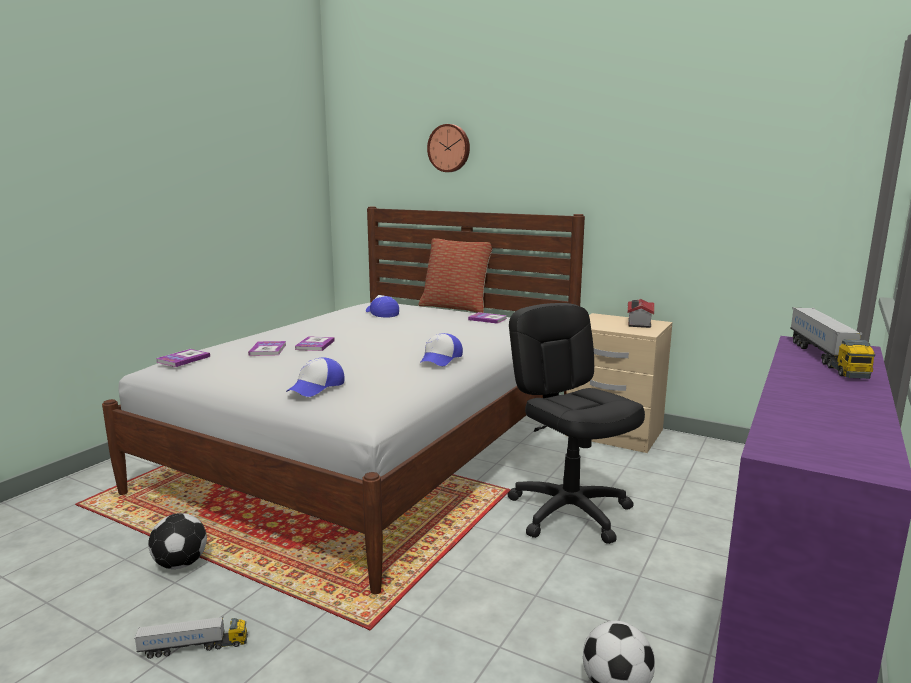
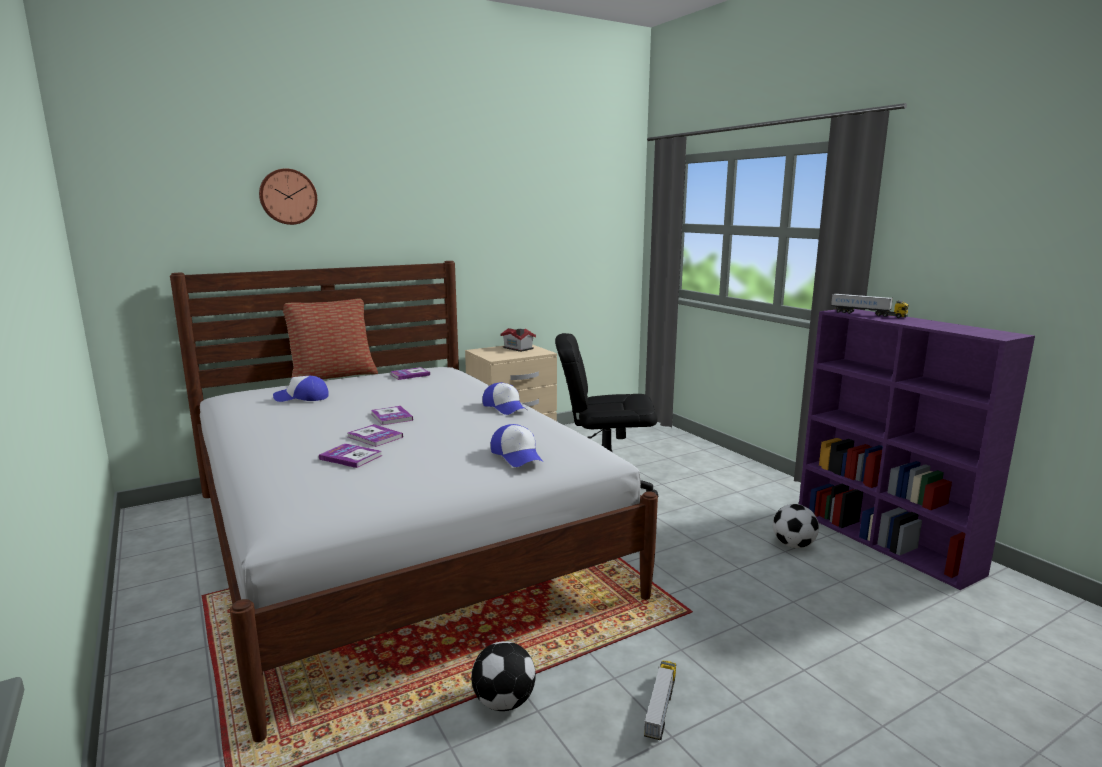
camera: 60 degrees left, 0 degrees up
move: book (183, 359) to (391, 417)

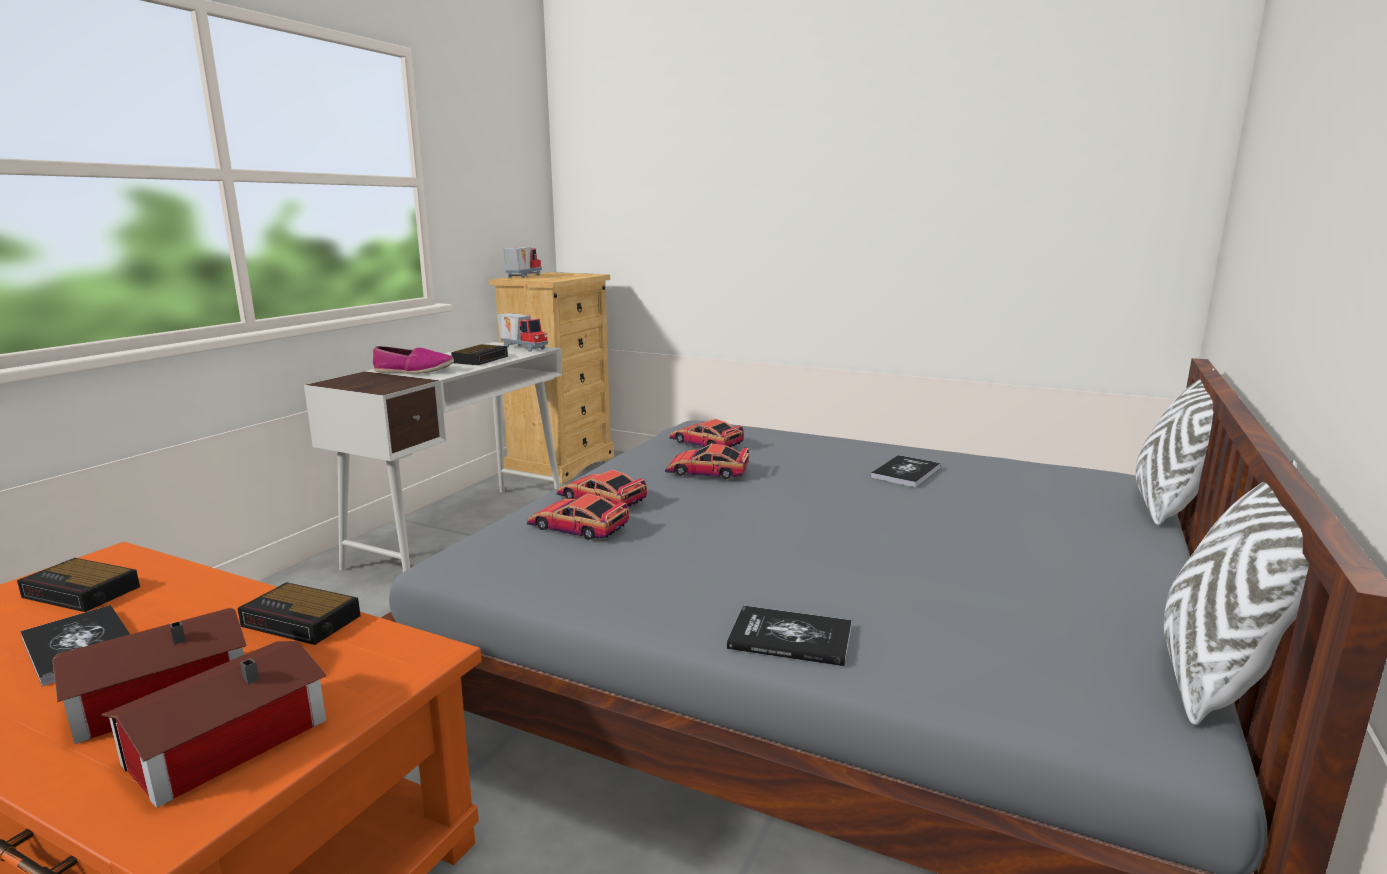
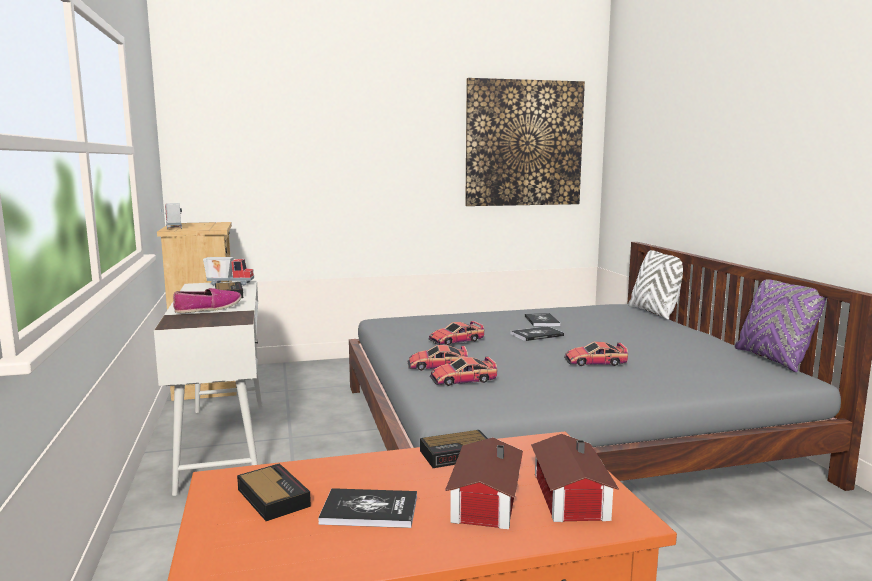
camera: 40 degrees left, 5 degrees down
insert: picture (524, 143)
move: toy car (705, 443) to (594, 362); book (790, 638) to (537, 335)
recolor: white pillow (1215, 676) to purple pillow (773, 359)
rotate: alarm clock (83, 592) = (272, 497) 105 degrees counterclockwise

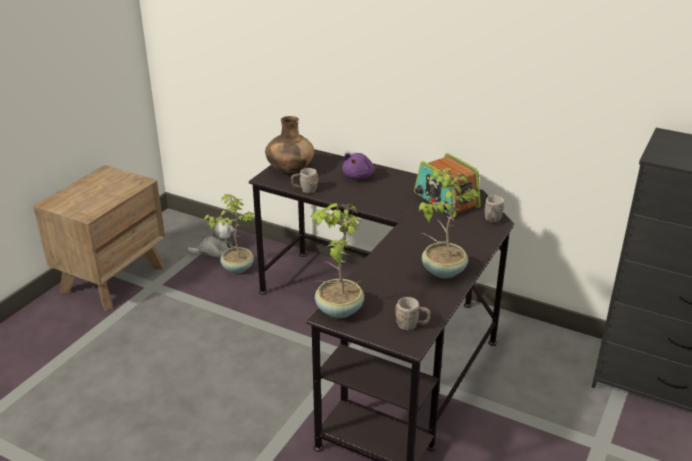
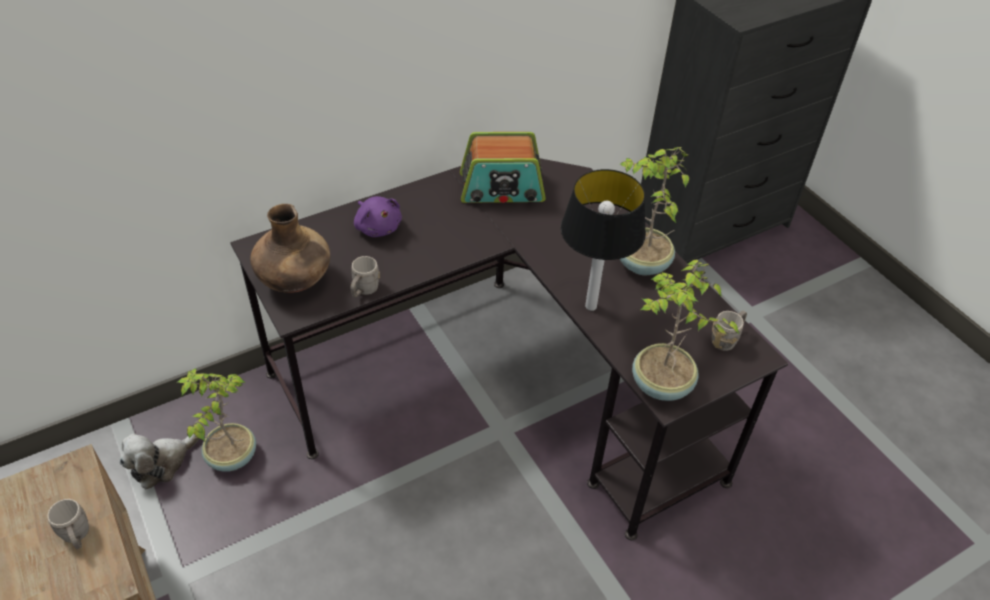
camera: 60 degrees left, 15 degrees up
insert: table lamp (590, 305)
move: grey mug (491, 220) to (77, 536)
rotate: plush toy (215, 250) = (162, 463) 150 degrees counterclockwise

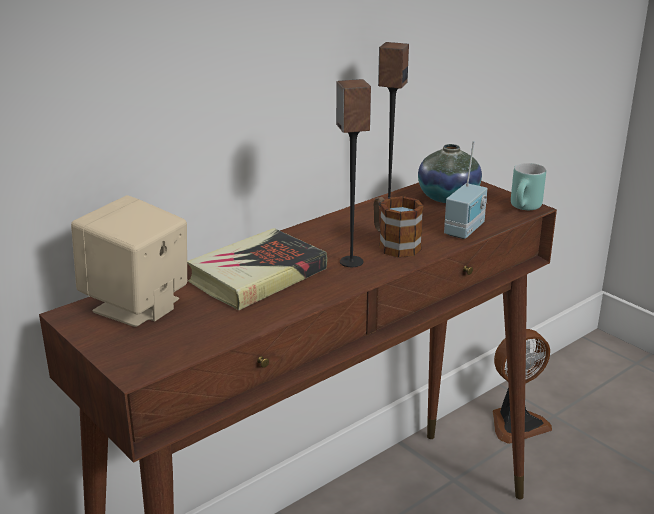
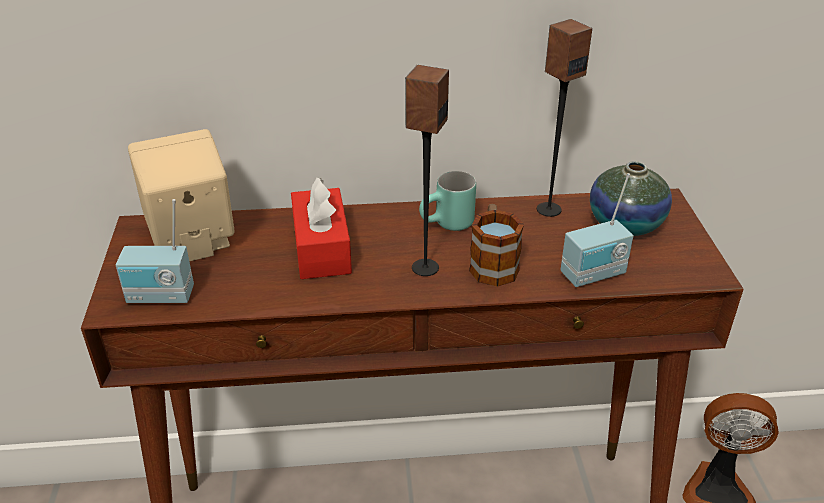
camera: 35 degrees right, 10 degrees up
insert: radio (160, 297)
move: turquoise mug (526, 209) to (448, 226)
replace: book (257, 276) to red tissue box (321, 248)

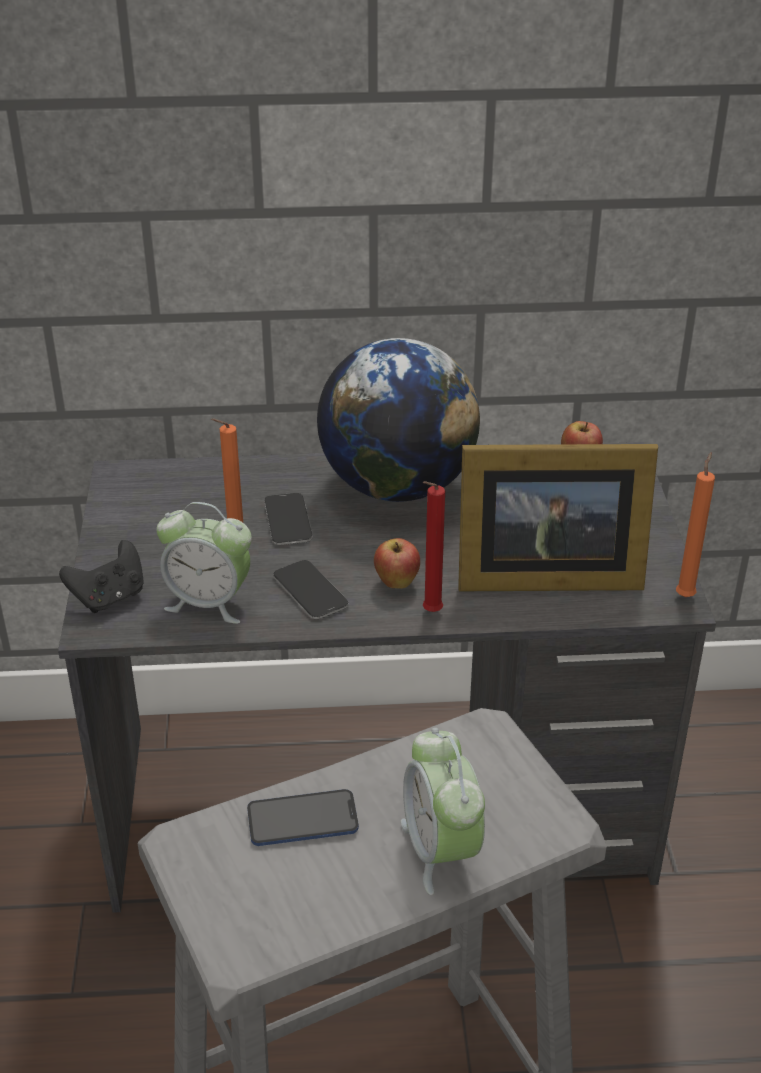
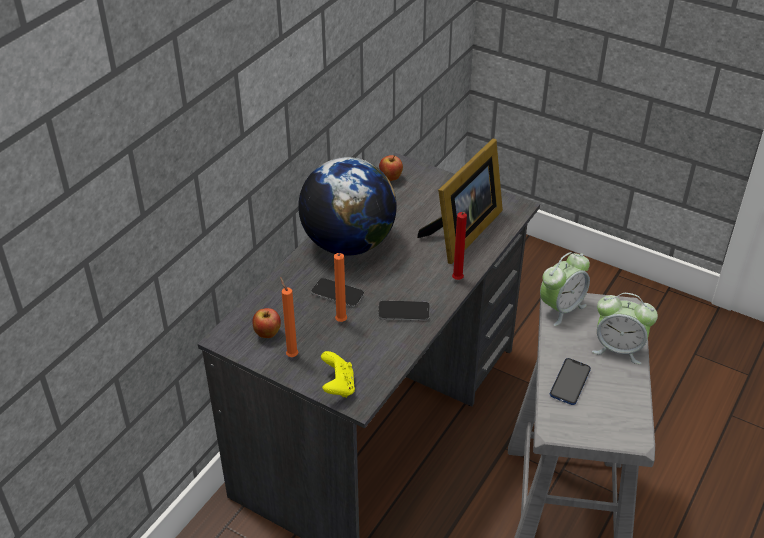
camera: 55 degrees left, 5 degrees up
move: alarm clock (209, 602) to (561, 308); apple (397, 583) to (267, 334); orange candle (685, 595) to (291, 355)
recolor: black game controller (109, 597) to yellow game controller (338, 386)

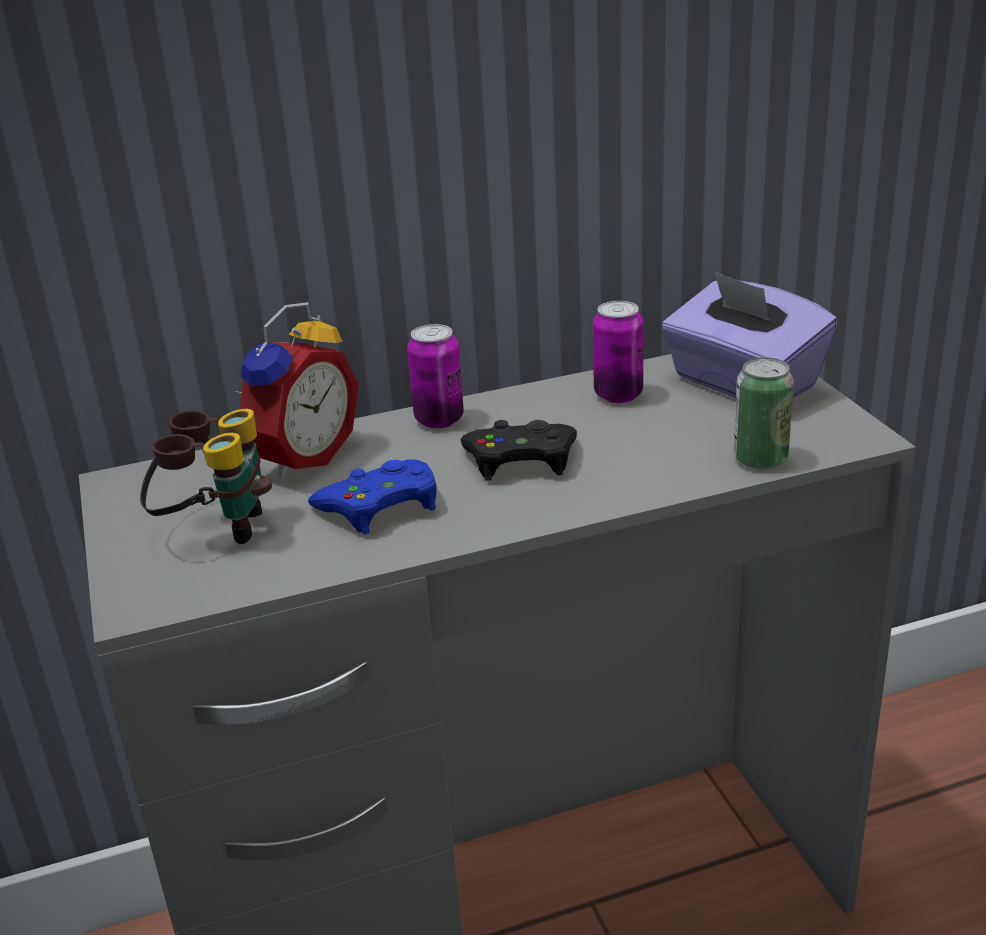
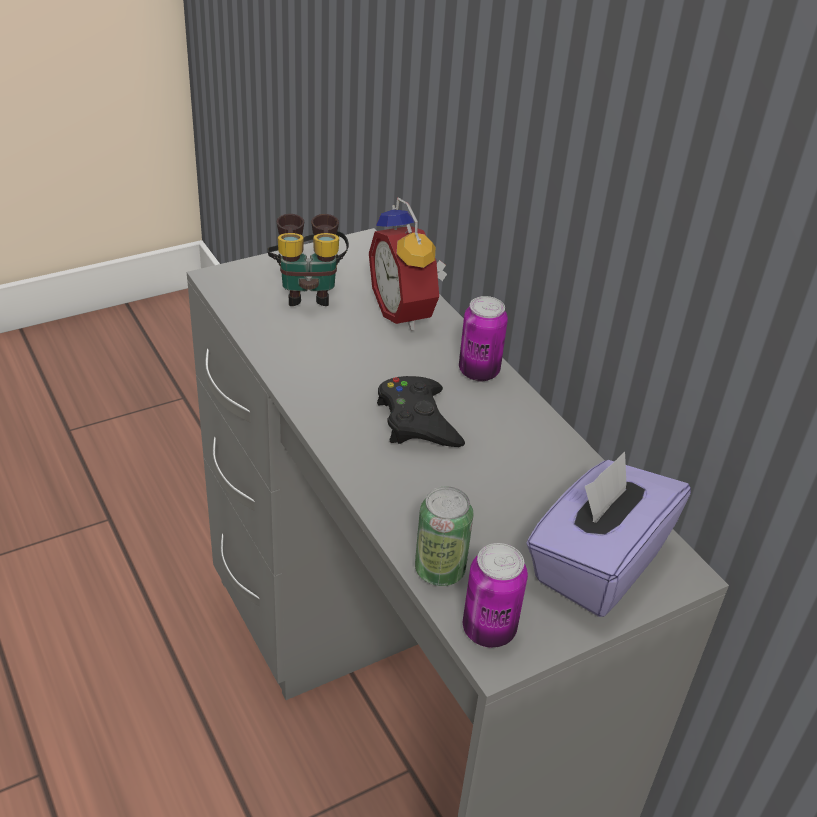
camera: 75 degrees right, 10 degrees up
delete: blue game controller (380, 505)
move: can (618, 395) to (488, 630)
rotate: alarm clock (301, 457) = (407, 312) 45 degrees clockwise

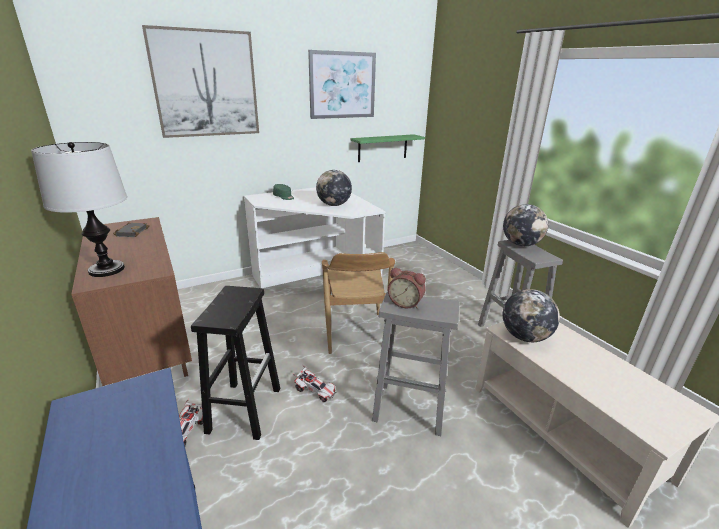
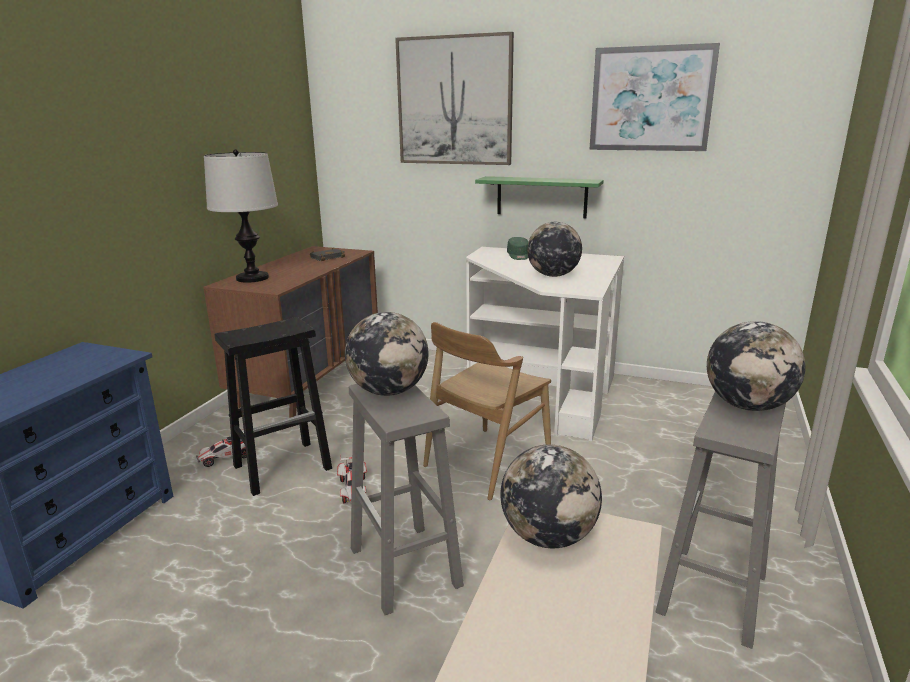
camera: 50 degrees right, 5 degrees down
move: green shelf (382, 148) to (541, 197)
replace: alarm clock (406, 303) to globe (389, 391)

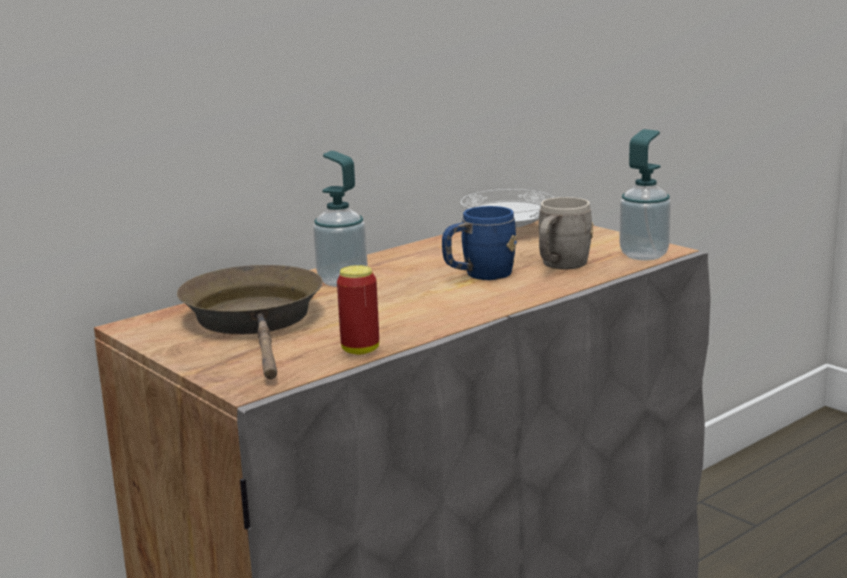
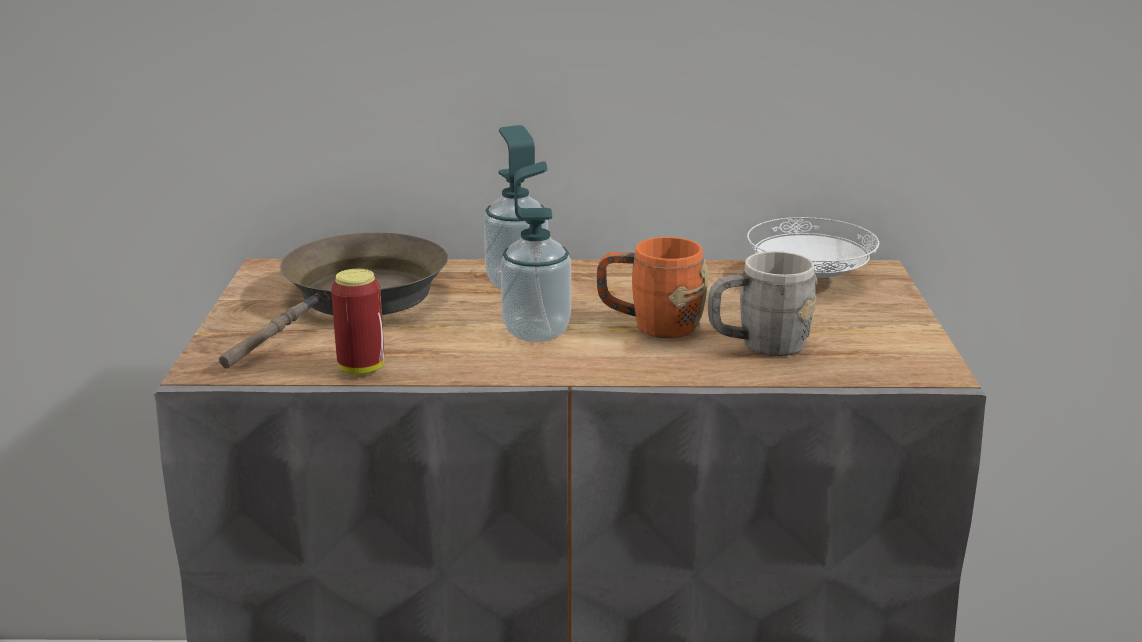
camera: 40 degrees right, 5 degrees up
move: soap dispenser (644, 255) to (536, 332)
recolor: blue mug (479, 276) to orange mug (650, 326)

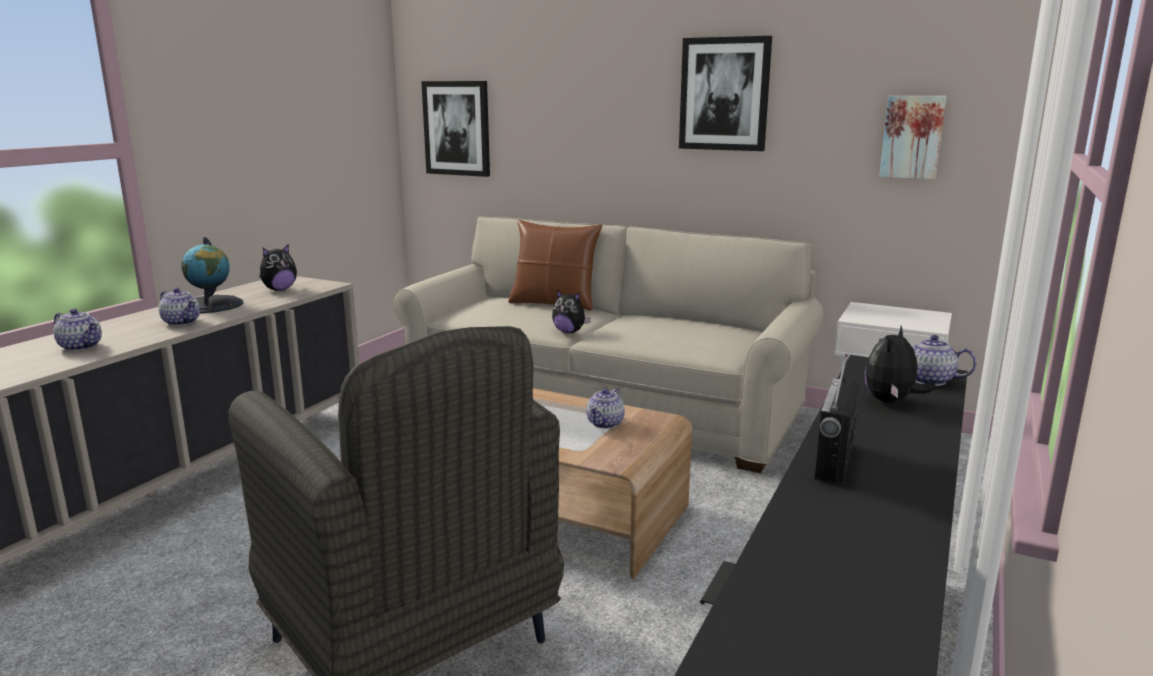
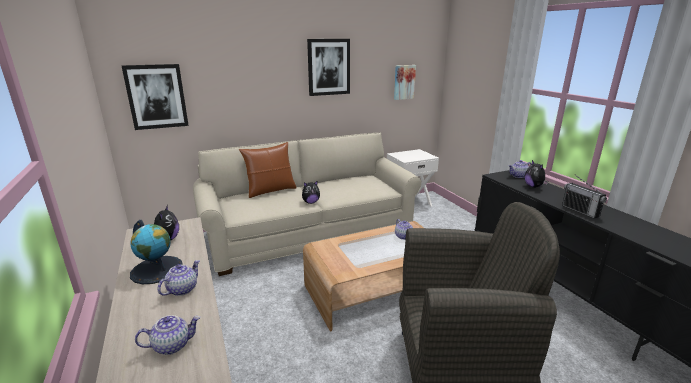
camera: 50 degrees left, 5 degrees up
rotate: teapot (182, 322) = (182, 289) 45 degrees counterclockwise

